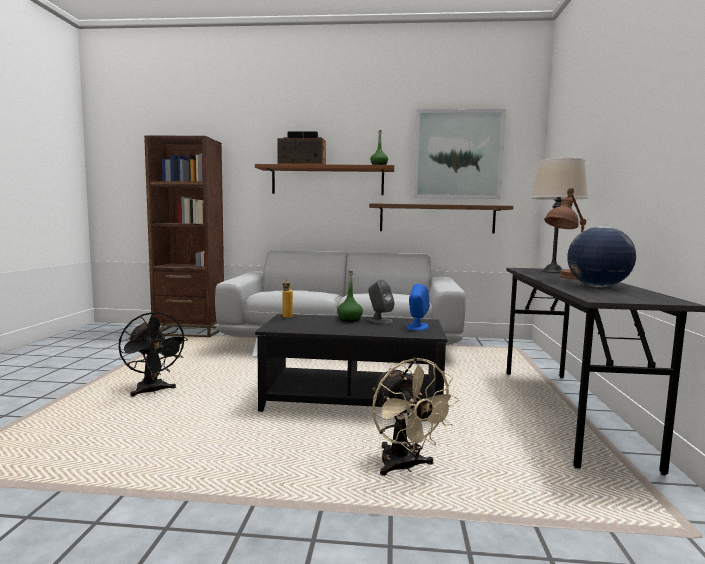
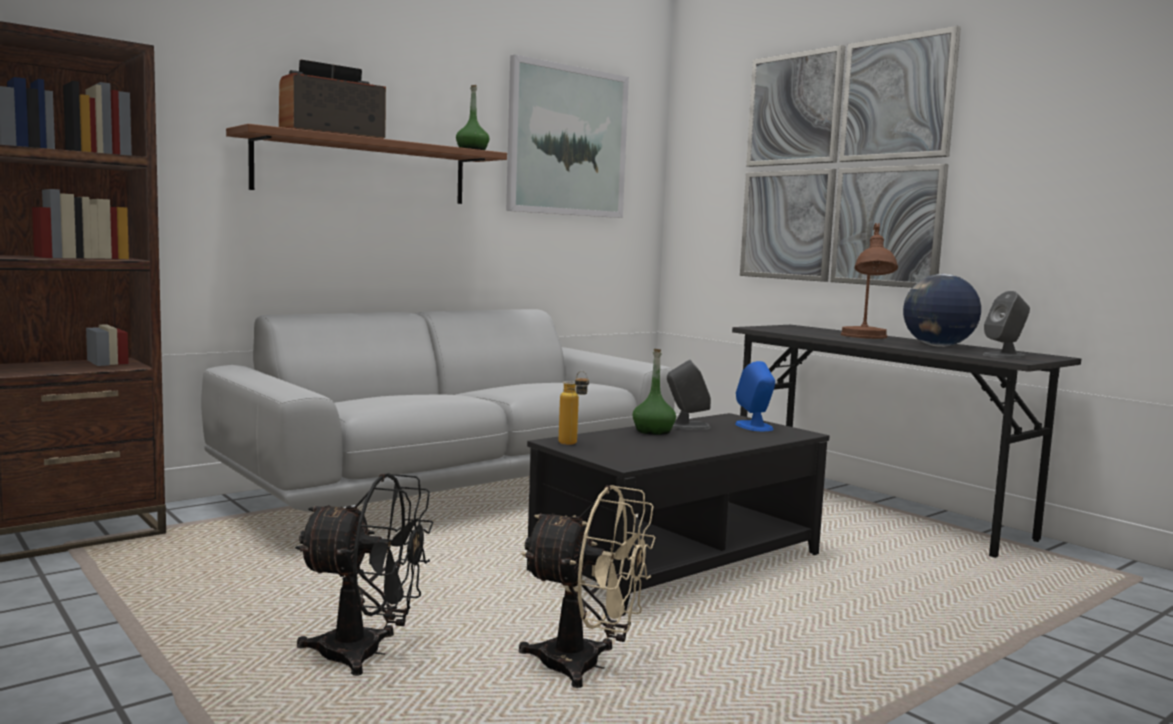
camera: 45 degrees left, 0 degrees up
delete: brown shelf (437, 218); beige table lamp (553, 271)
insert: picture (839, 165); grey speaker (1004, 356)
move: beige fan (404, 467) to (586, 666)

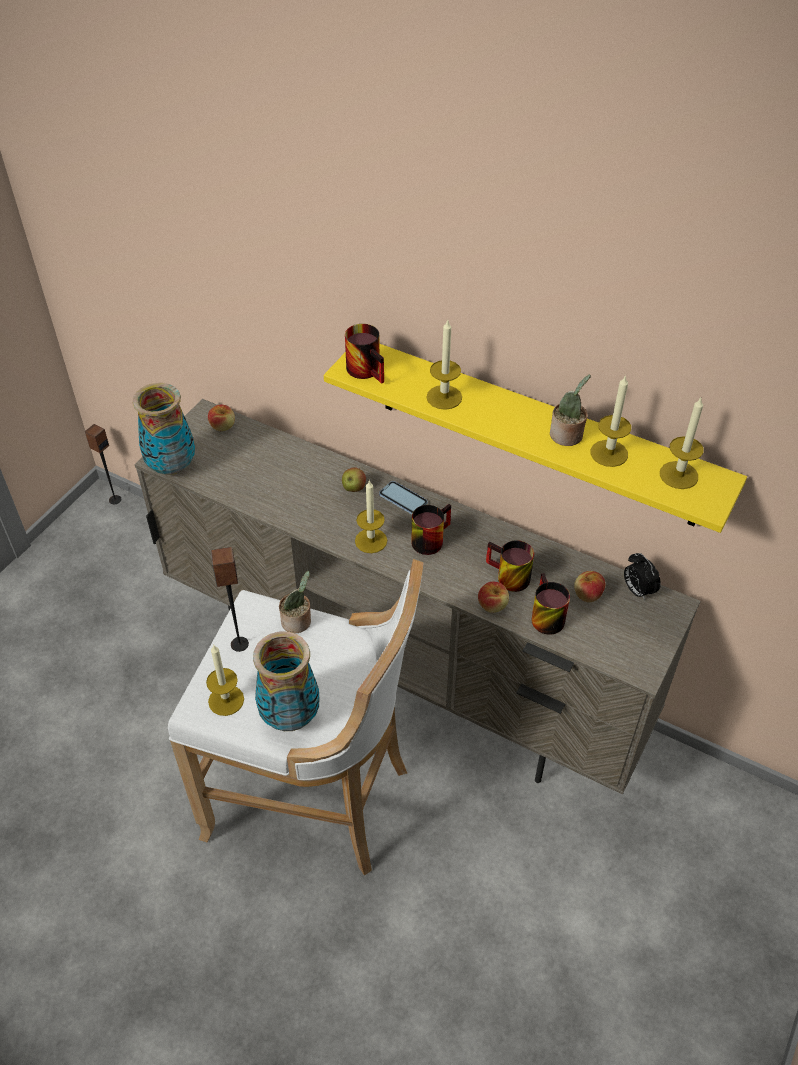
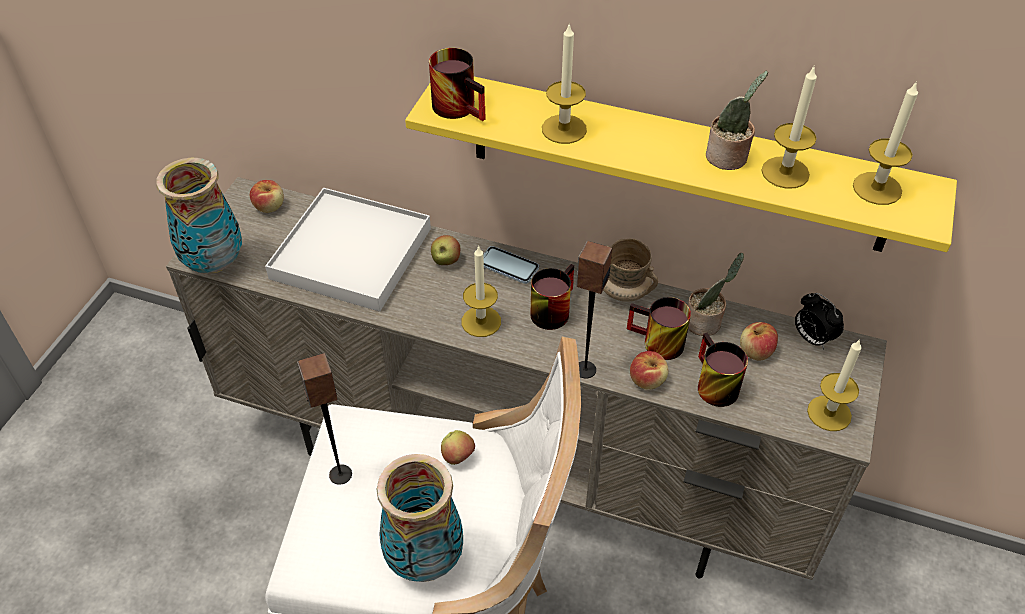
camera: 10 degrees left, 0 degrees up
insert: white tray (351, 254); apple (458, 457); beige mug (623, 292)
move: speaker (115, 499) to (584, 369); candle (226, 700) to (829, 413); potted plant (298, 622) to (705, 323)

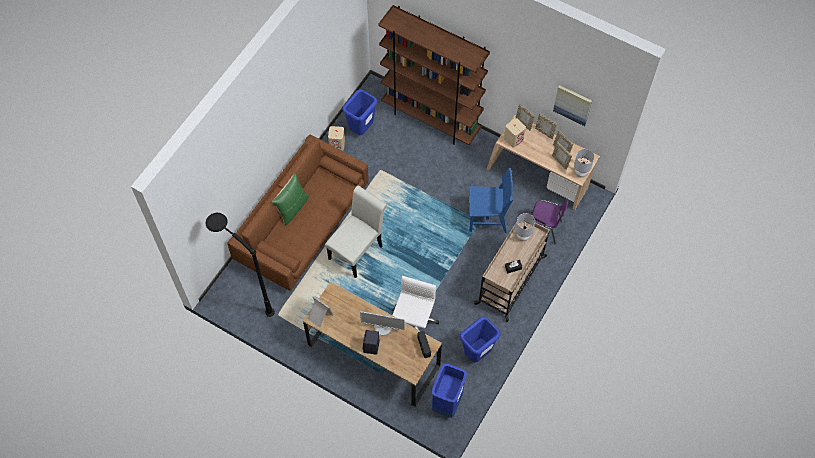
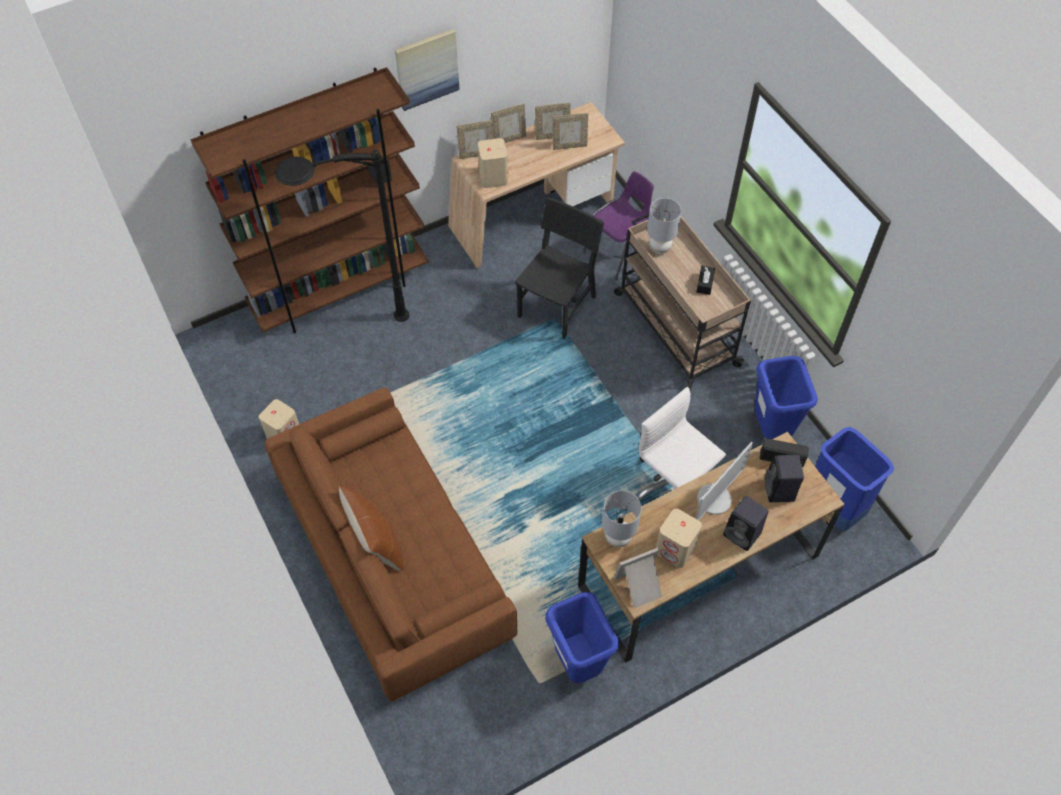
camera: 60 degrees left, 5 degrees down
delete: white chair (358, 250)
insert: beige speaker (675, 549); black speaker (780, 491)
move: black floor lamp (247, 295) to (354, 330); blue trash can (361, 129) to (578, 663); picture (572, 104) to (427, 68); grey table lamp (581, 173) to (618, 537)
recolor: green pillow (292, 208) to brown pillow (376, 544); blue chair (487, 218) to black chair (557, 306)

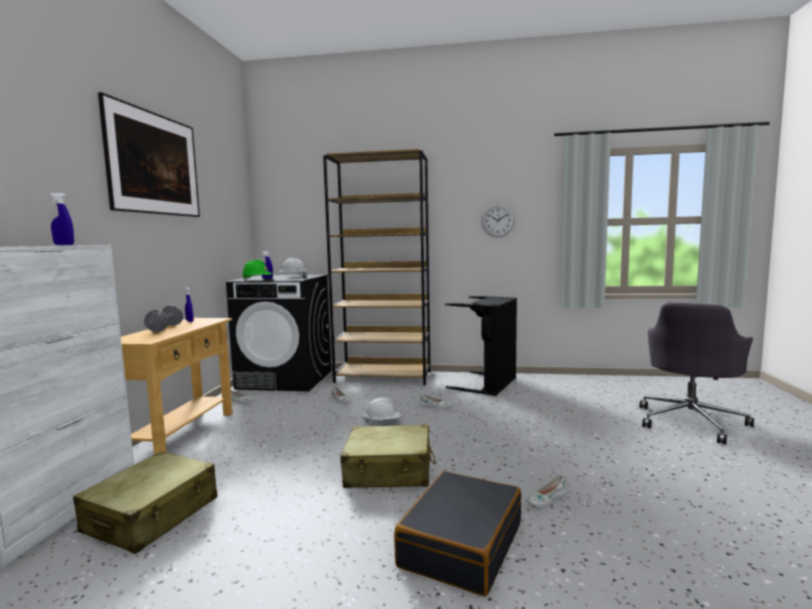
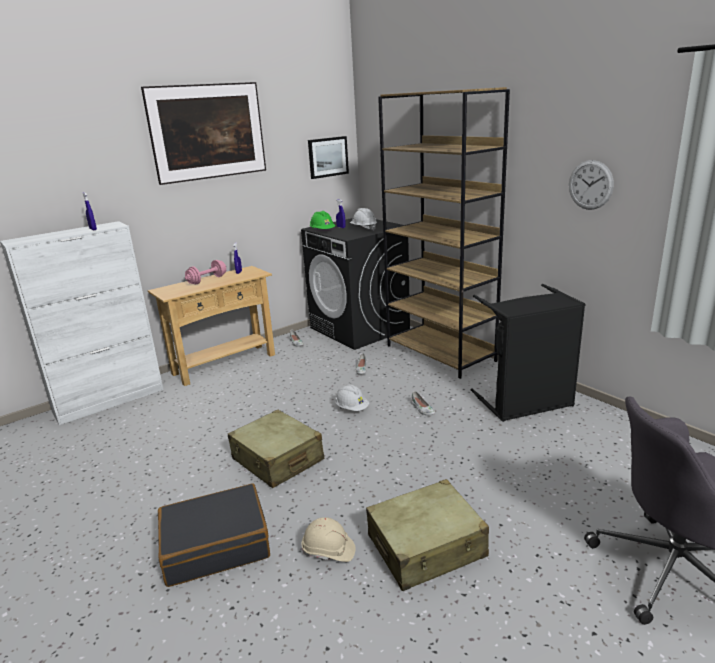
camera: 45 degrees right, 15 degrees up
insert: picture (328, 157)
move: beige suitcase (152, 515) to (427, 547)
replace: white shoe (546, 498) to beige hard hat (328, 551)
recolor: grey dumbbell (165, 328) to pink dumbbell (207, 280)

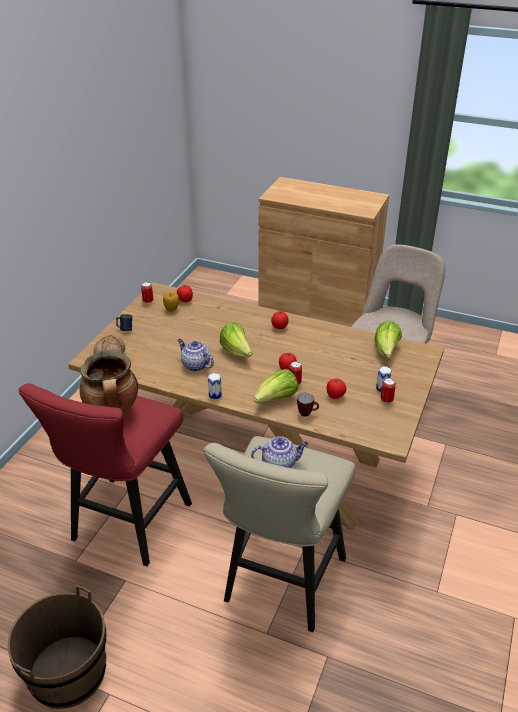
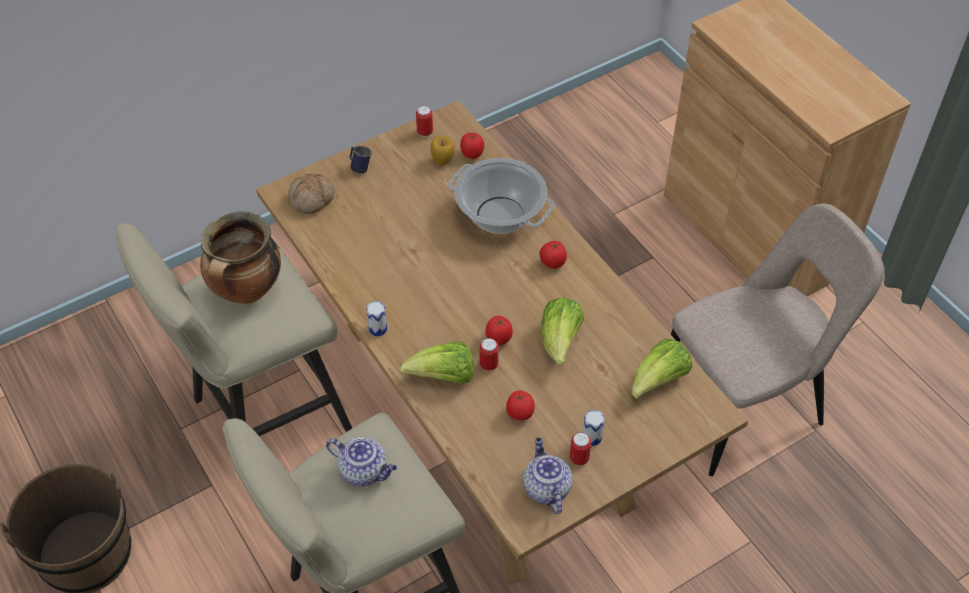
camera: 35 degrees right, 15 degrees up
delete: mug (307, 413)
insert: cooking pot (499, 215)
move: teapot (195, 365) to (546, 488); lettuce (237, 351) to (560, 341)
recolor: red stool (126, 527) to beige stool (261, 418)

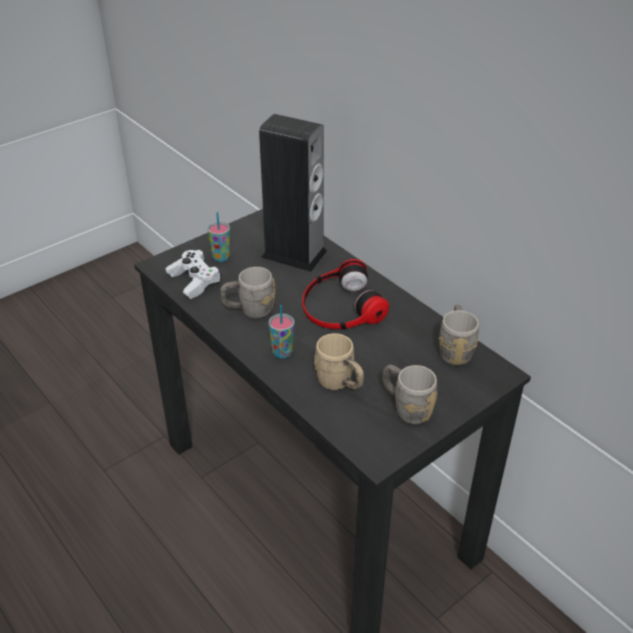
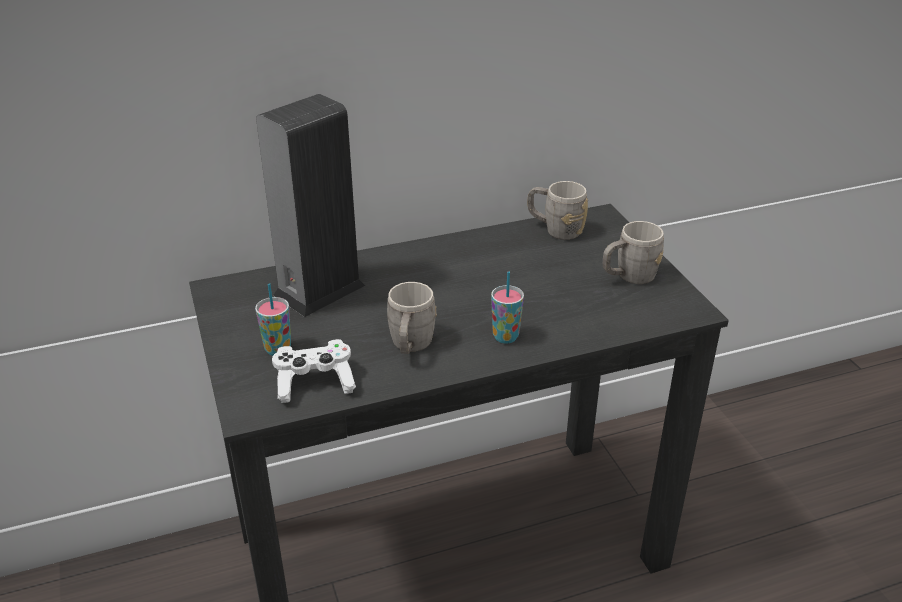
camera: 70 degrees left, 5 degrees down
delete: headphones (340, 306); beige mug (339, 383)

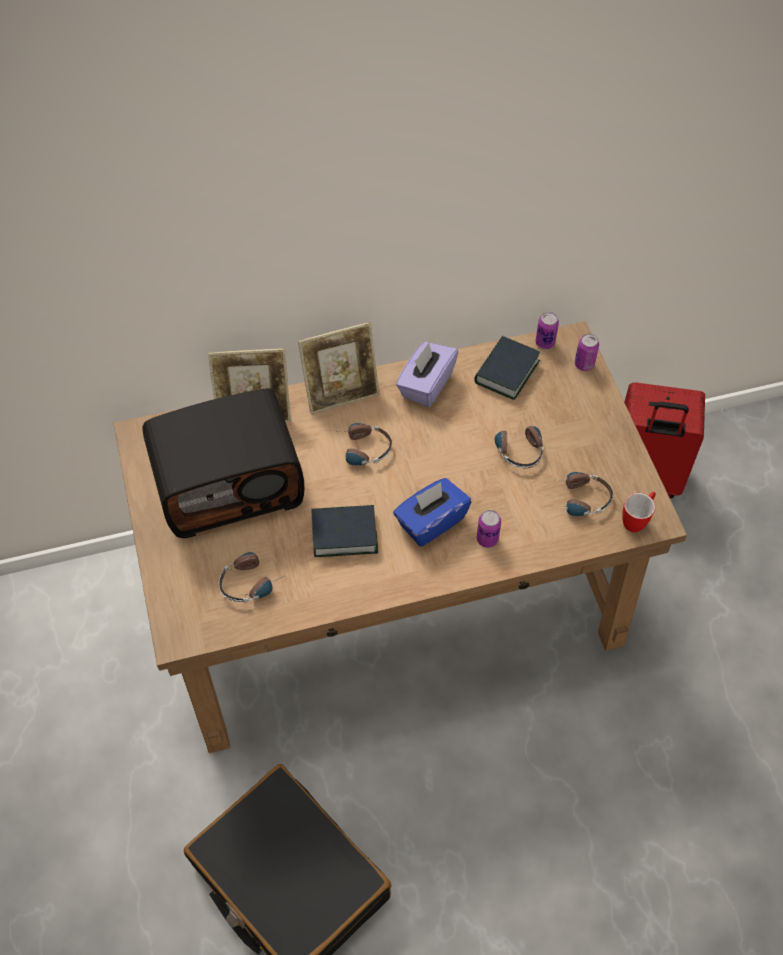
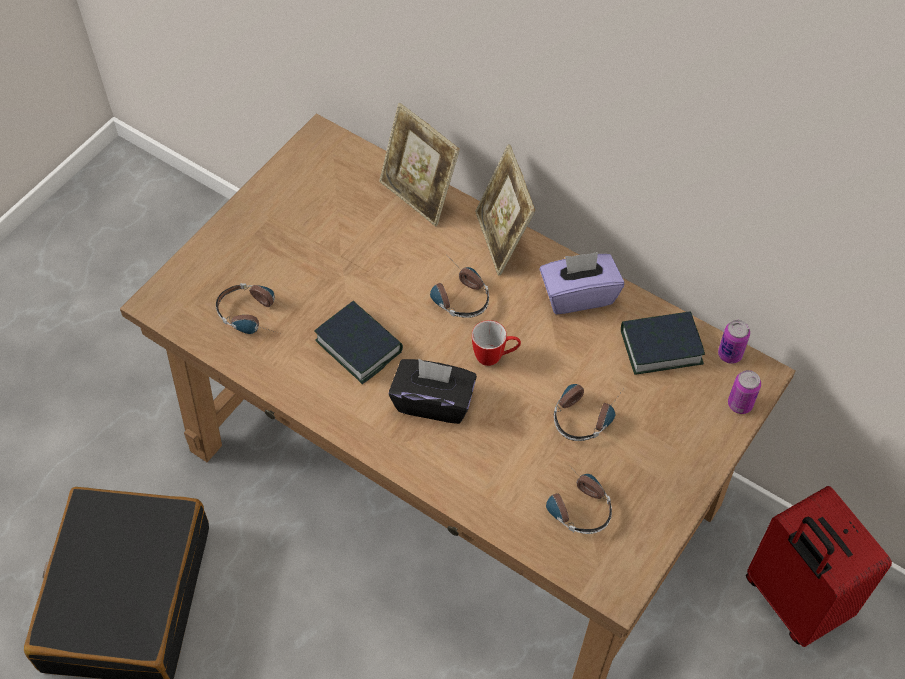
camera: 50 degrees right, 0 degrees up
delete: radio (229, 483); can (487, 539)
move: mug (637, 520) to (495, 357)
recolor: blue tissue box (431, 522) to black tissue box (433, 402)
rotate: picture frame (341, 394) = (502, 240) 45 degrees clockwise

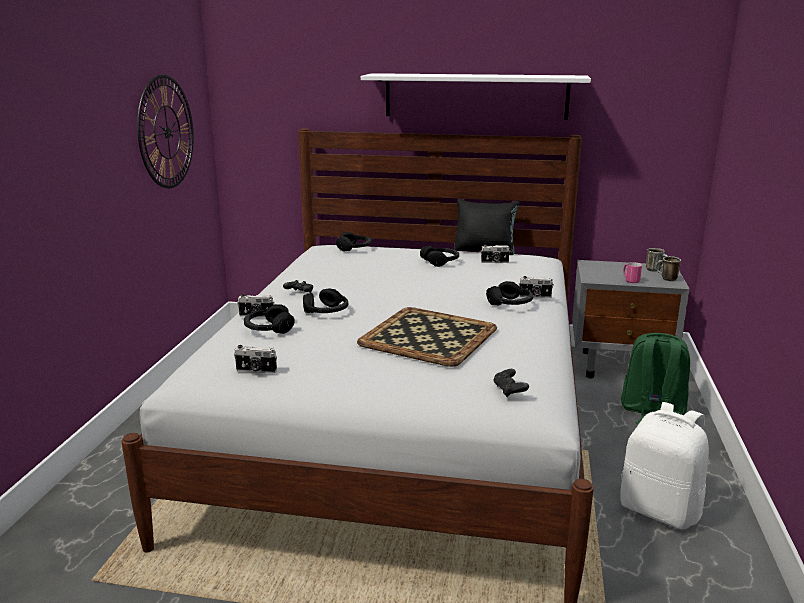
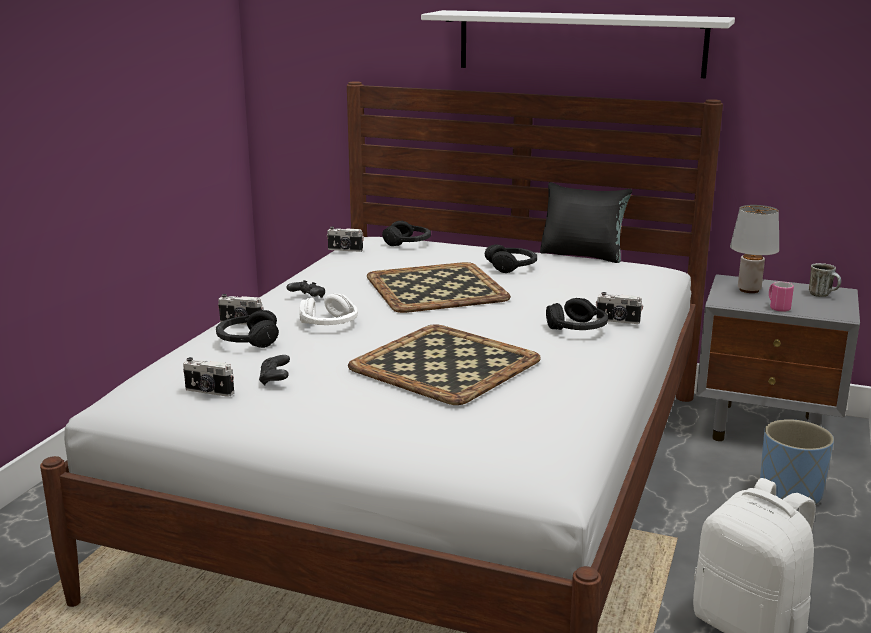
camera: 10 degrees right, 0 degrees up
delete: wall clock (166, 132); mug (666, 279)
insert: tray (435, 289); grey table lamp (749, 290)
move: photo camera (495, 262) to (345, 250); black game controller (509, 390) to (275, 379)
replace: green backpack (651, 411) to blue planter (789, 494)
recolor: black headphones (326, 312) to white headphones (329, 324)

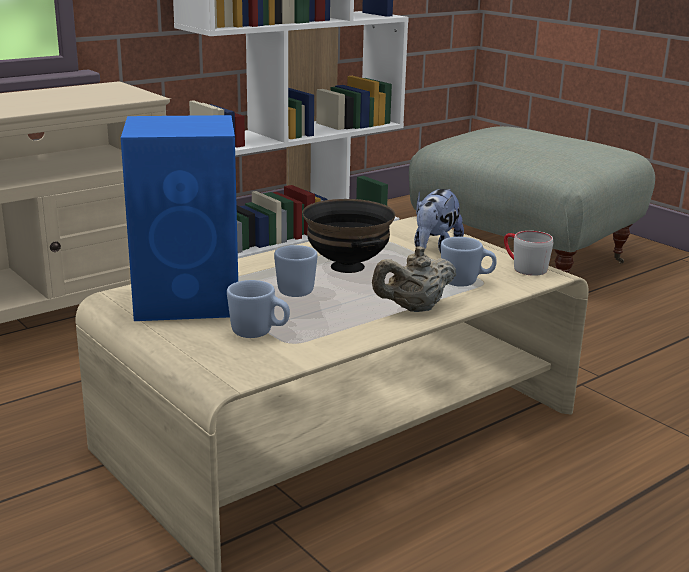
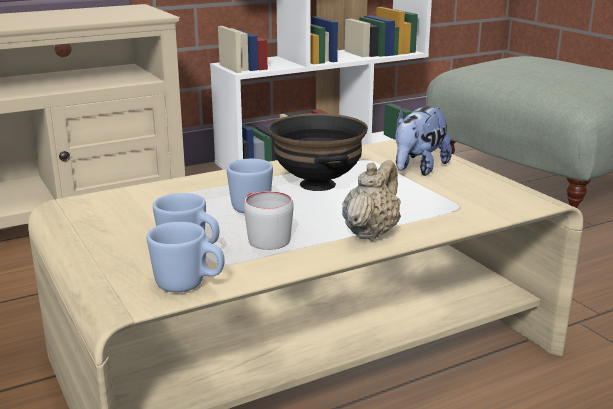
camera: 10 degrees right, 0 degrees up
delete: blue speaker (190, 300)
move: blue mug (466, 282) to (189, 285); grey mug (523, 267) to (263, 237)
rotate: beige teapot (413, 309) = (371, 233) 135 degrees clockwise

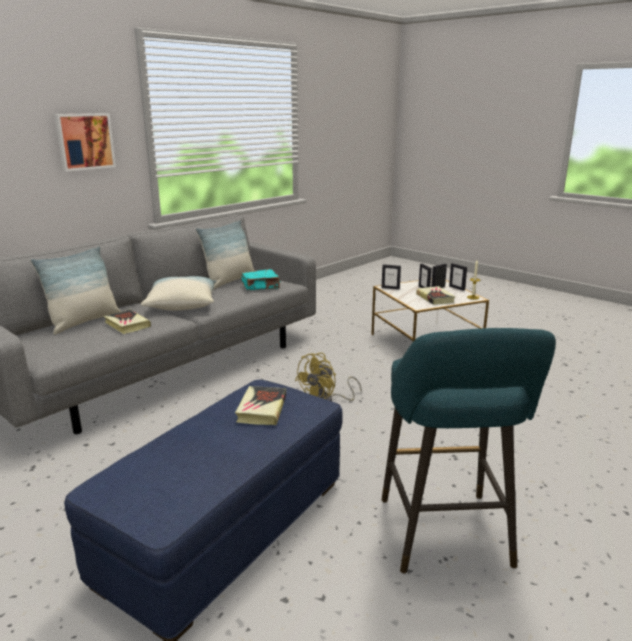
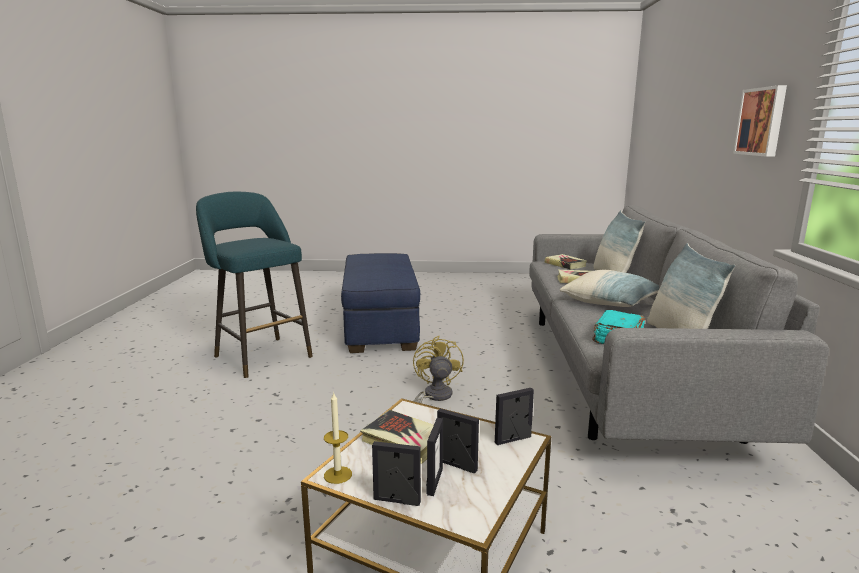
camera: 140 degrees right, 5 degrees down
move: book (262, 409) to (565, 264)

